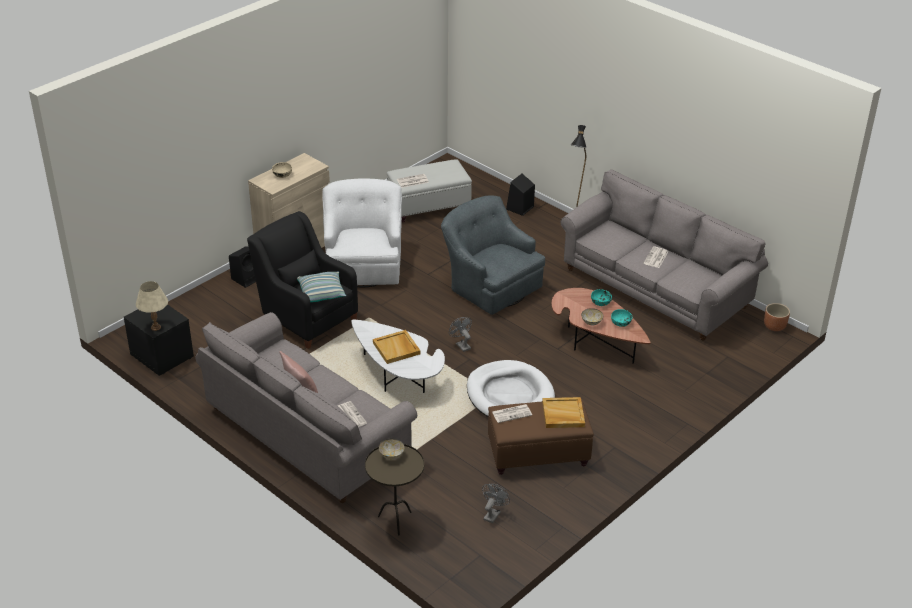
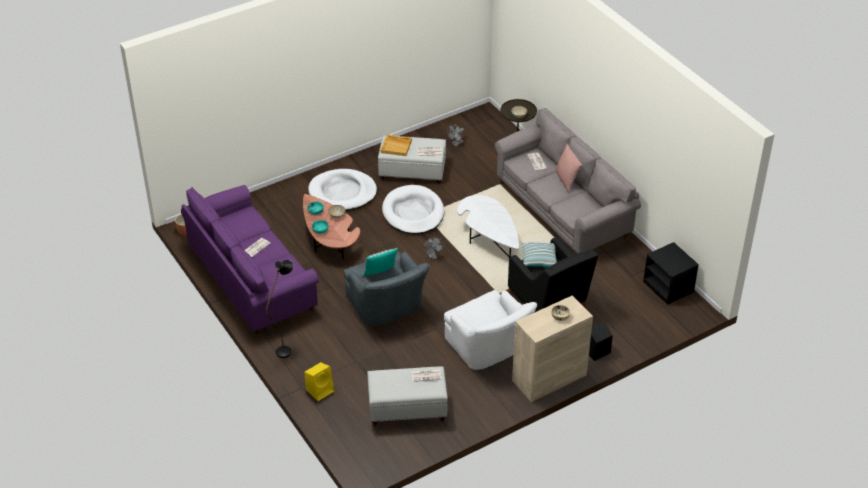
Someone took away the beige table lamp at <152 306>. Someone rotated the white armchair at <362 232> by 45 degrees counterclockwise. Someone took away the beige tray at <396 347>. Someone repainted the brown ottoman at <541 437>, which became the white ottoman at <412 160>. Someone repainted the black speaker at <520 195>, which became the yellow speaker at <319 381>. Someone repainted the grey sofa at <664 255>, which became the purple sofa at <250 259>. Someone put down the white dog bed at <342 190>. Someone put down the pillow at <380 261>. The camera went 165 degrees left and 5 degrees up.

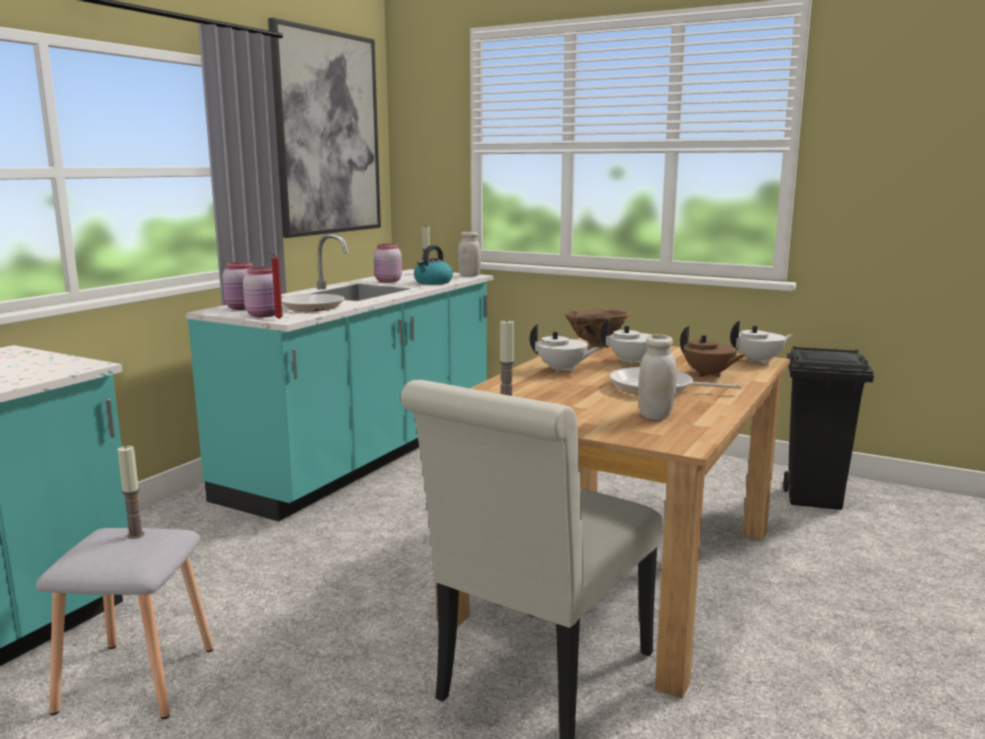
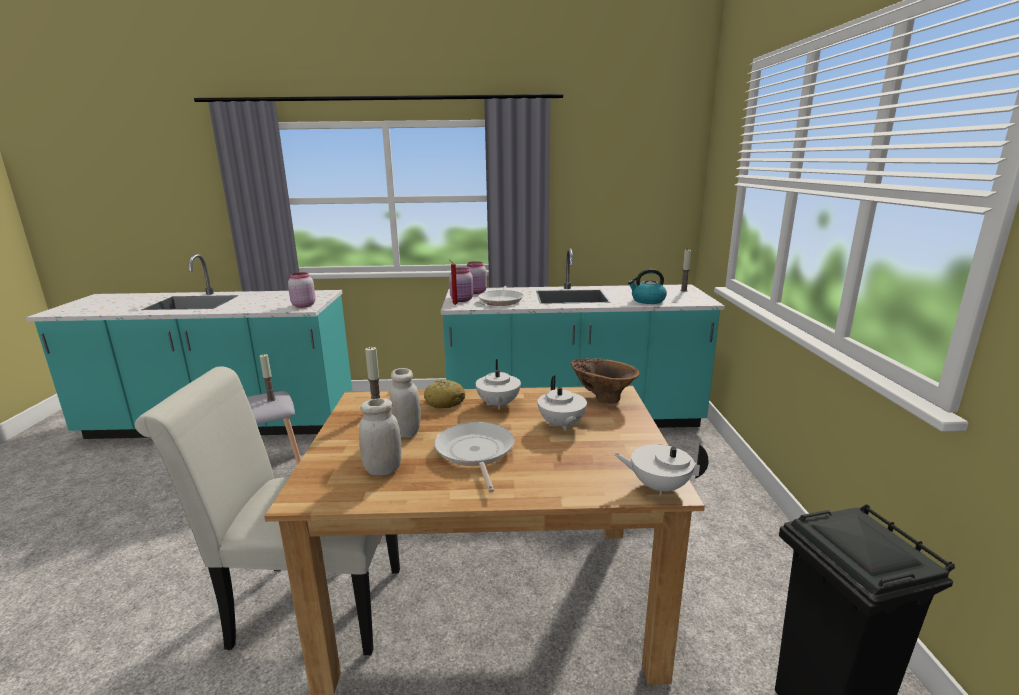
Someone took away the picture at <324 128>. Someone carried the pink jar from <388 263> to <302 290>. Someone carried the white jar from <469 254> to <405 403>. Someone took away the brown teapot at <713 351>. Someone rotated the white teapot at <762 342> by 150 degrees clockwise. Someone put down the bread at <444 394>. The camera went 60 degrees right and 5 degrees up.

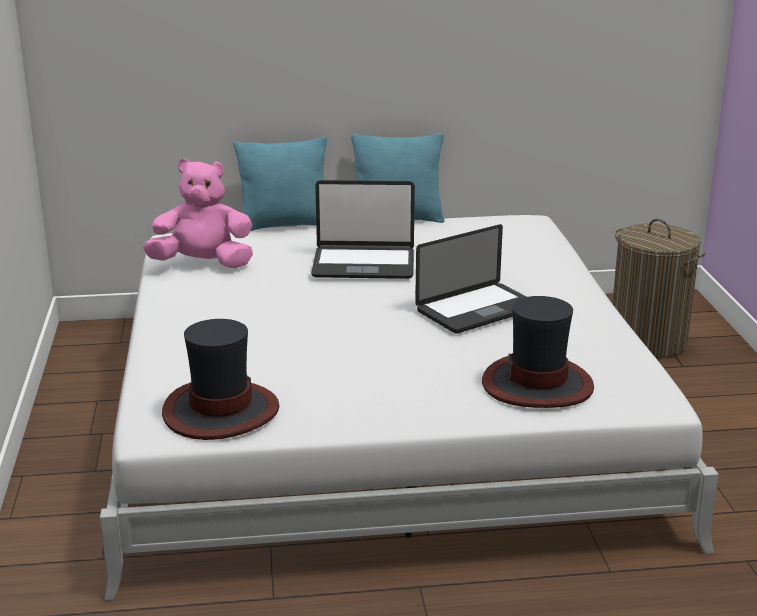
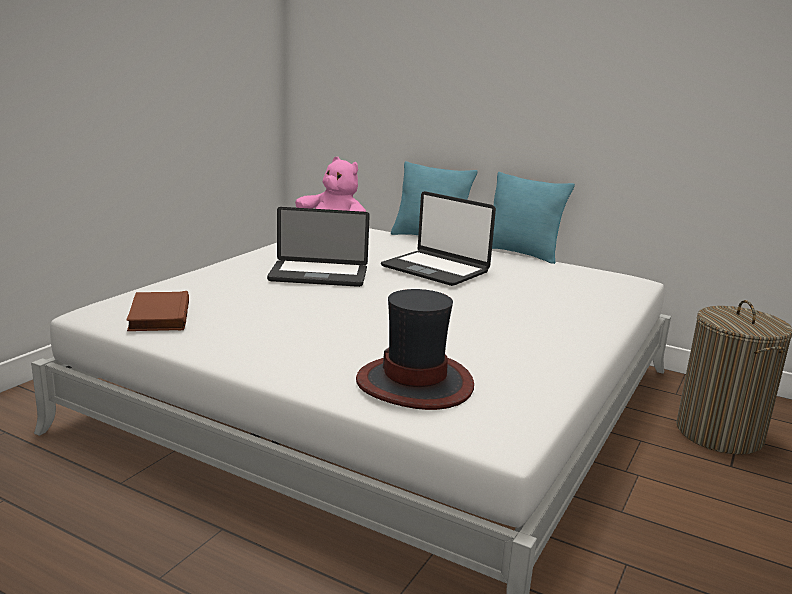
Someone swapped the hat at <221 379> for the brown book at <157 311>. Someone carried the laptop from <471 279> to <318 247>. The camera went 35 degrees right and 5 degrees down.

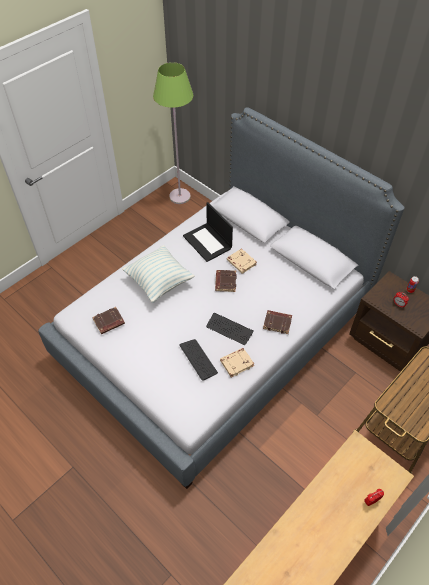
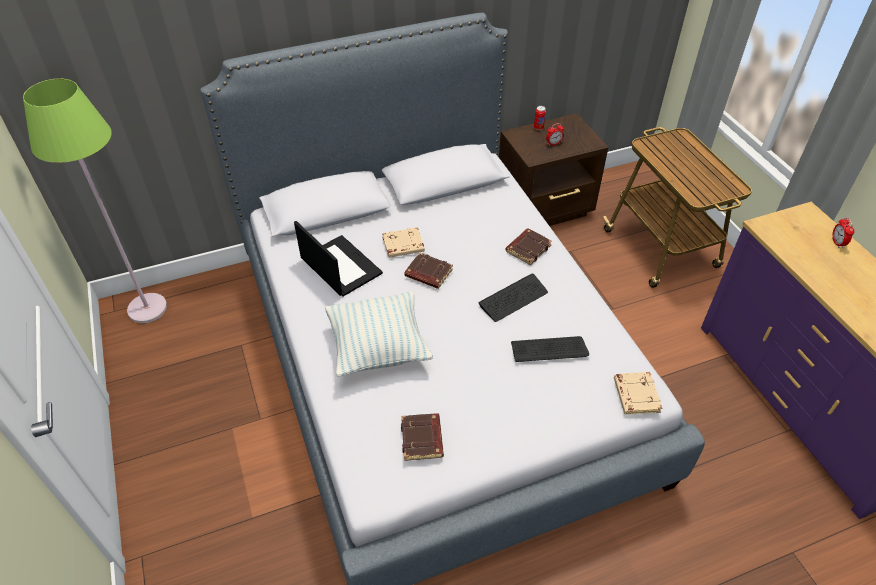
Someone rotated the laptop at <208 232> by 120 degrees counterclockwise. Someone carried the beige book from <237 362> to <638 393>. The camera went 65 degrees left and 5 degrees down.

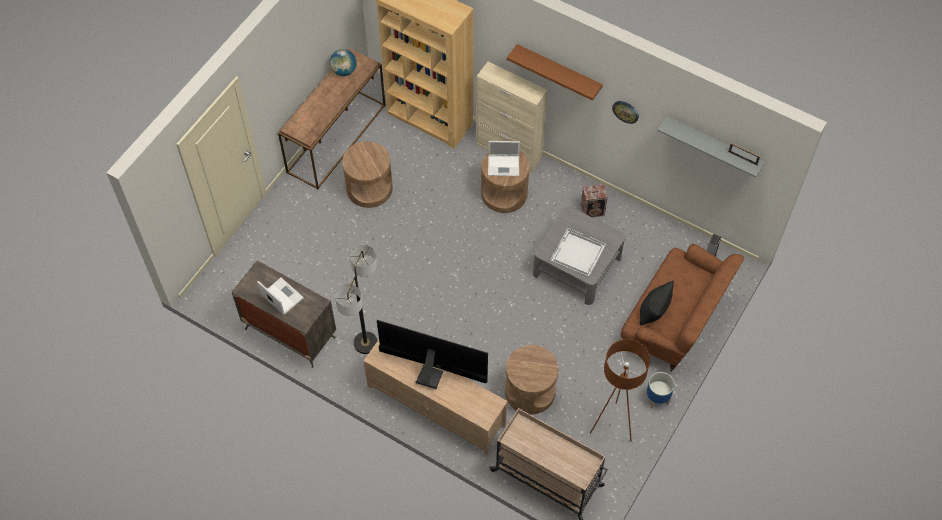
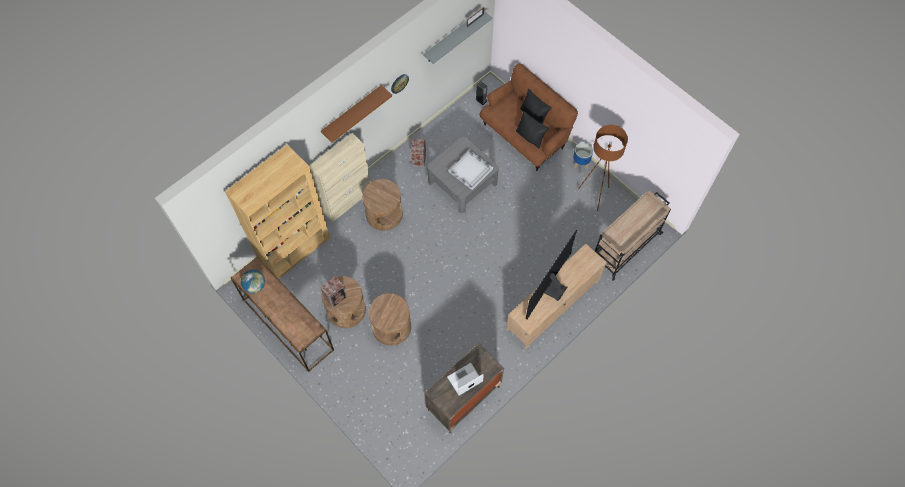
Someone took away the floor lamp at <356 299>. Someone took away the laptop at <504 158>. Someone carried the brown side table from <532 380> to <390 319>. Someone put down the speaker at <333 292>. Someone put down the black pillow at <536 106>. The camera went 75 degrees left and 5 degrees up.

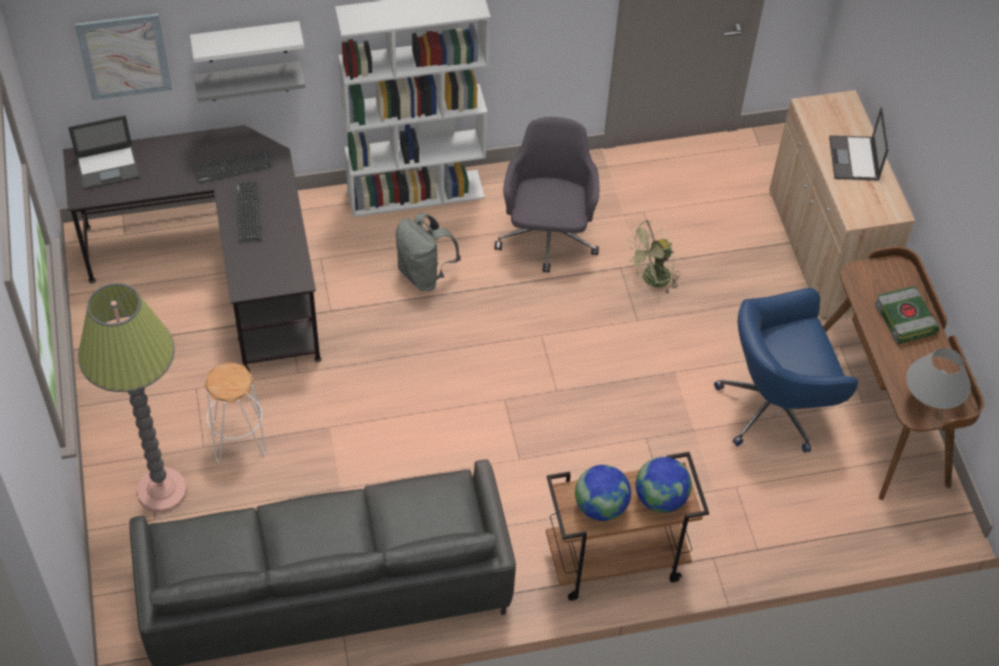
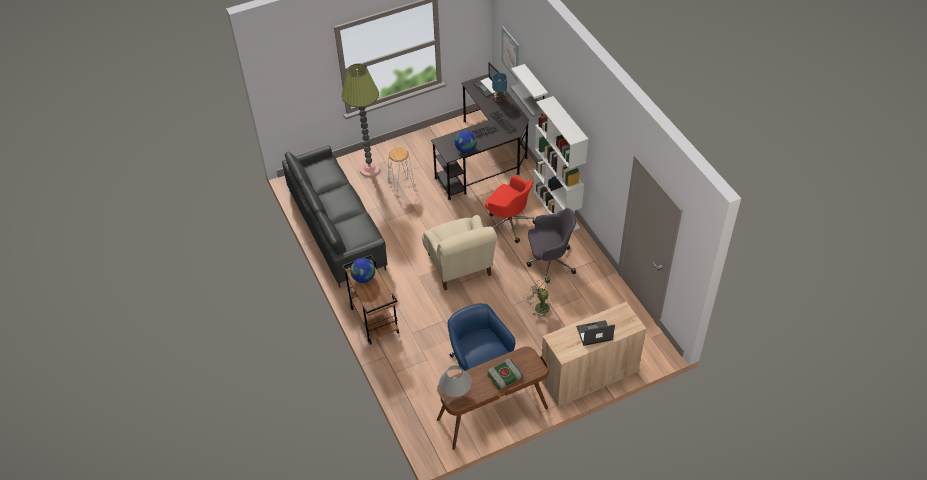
Someone swapped the grey backpack at <428 252> for the red office chair at <510 209>. Someone carried the globe from <664 485> to <466 142>. Someone put down the beige armchair at <459 252>. Someone put down the table lamp at <499 88>. The camera went 80 degrees right and 5 degrees down.

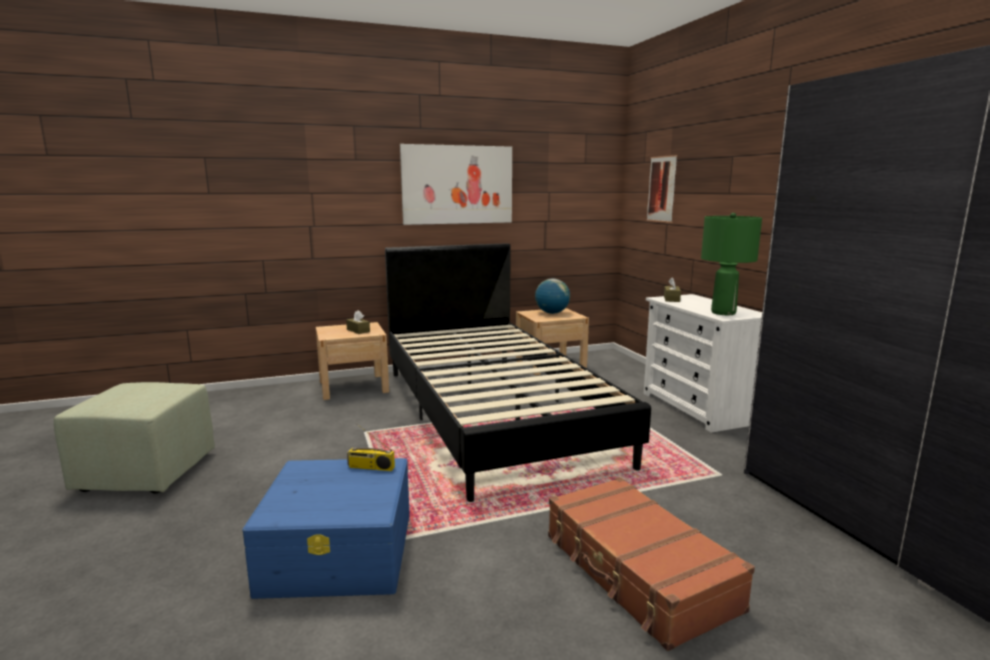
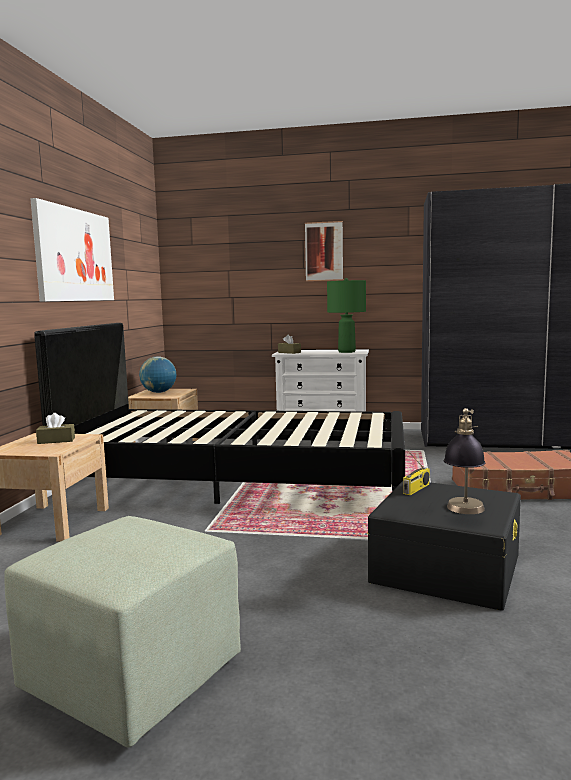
Someone repainted the blue storage box at <326 528>, which became the black storage box at <444 546>. Someone carried the picture from <662 189> to <324 251>. Someone put down the table lamp at <464 461>. The camera went 60 degrees left and 5 degrees down.

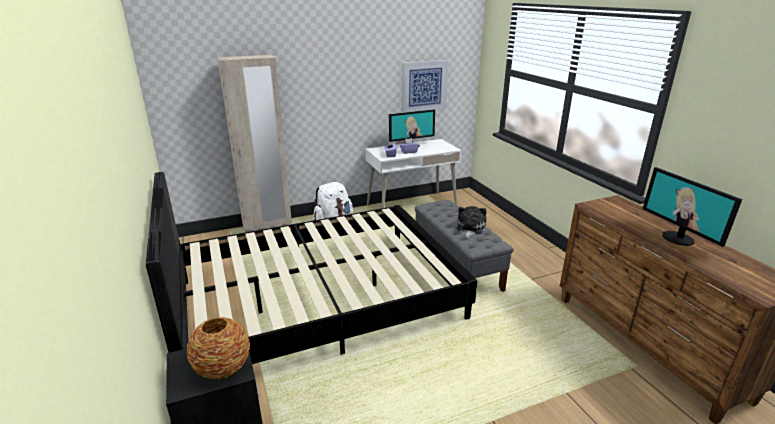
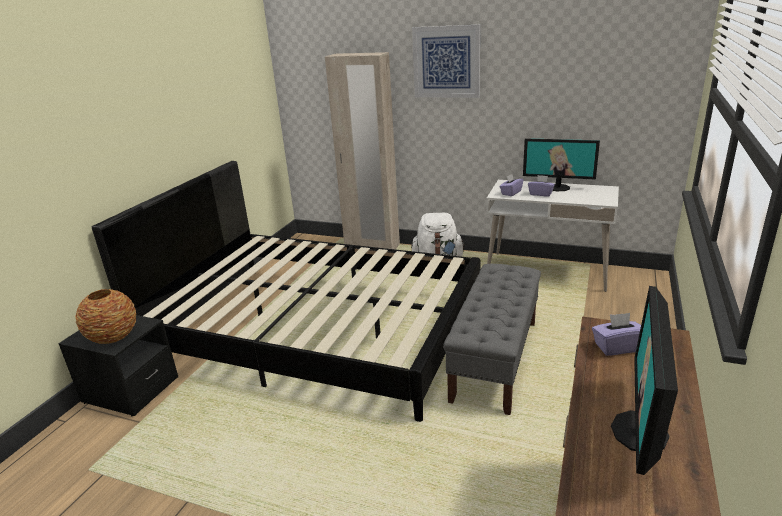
Someone carried the picture from <425 86> to <446 61>. Someone took away the plush toy at <472 222>. Someone put down the purple tissue box at <616 334>. The camera went 45 degrees right and 0 degrees up.

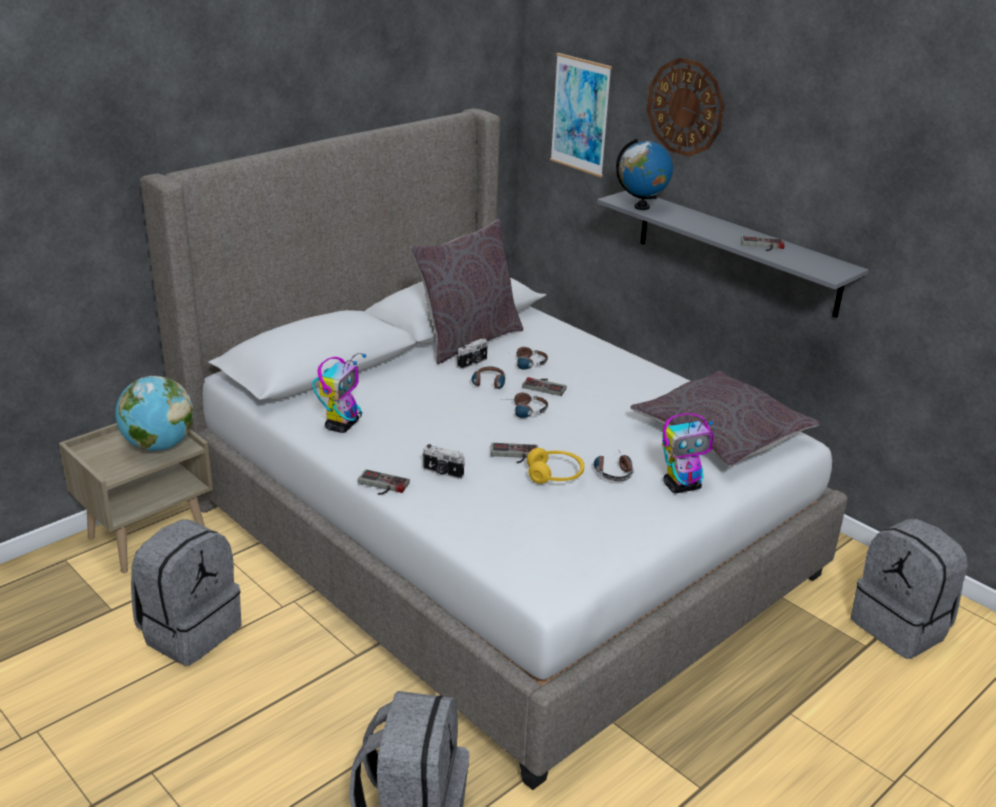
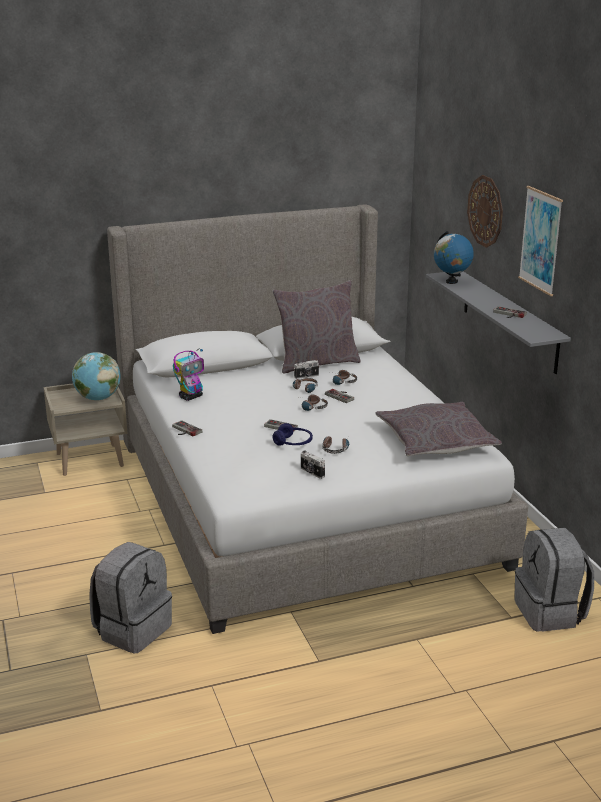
Someone took away the grey backpack at <186 592>. Someone carried the photo camera from <444 461> to <313 464>. Someone repainted the yellow headphones at <555 466>, which became the blue headphones at <293 434>. Someone carried the picture from <581 115> to <540 241>. Someone took away the toy robot at <688 453>. The camera went 25 degrees right and 5 degrees down.

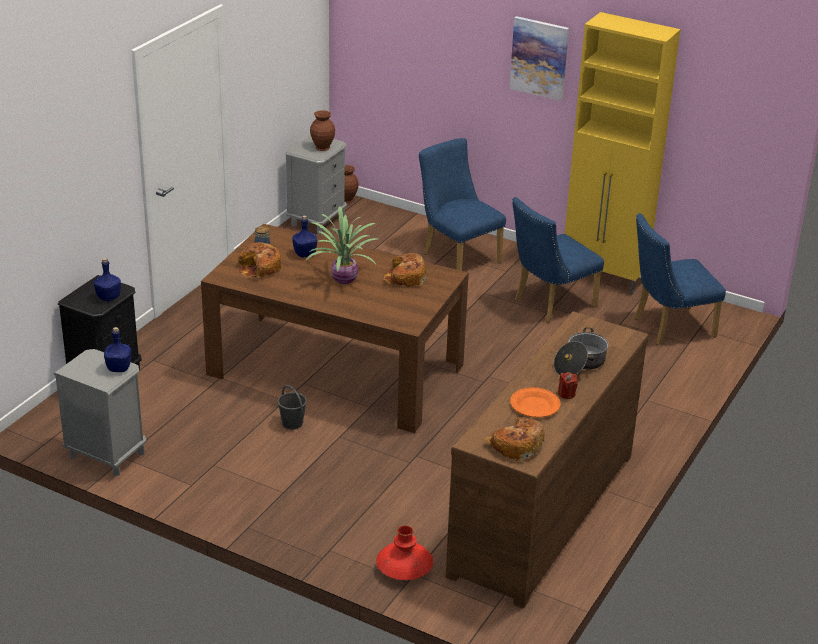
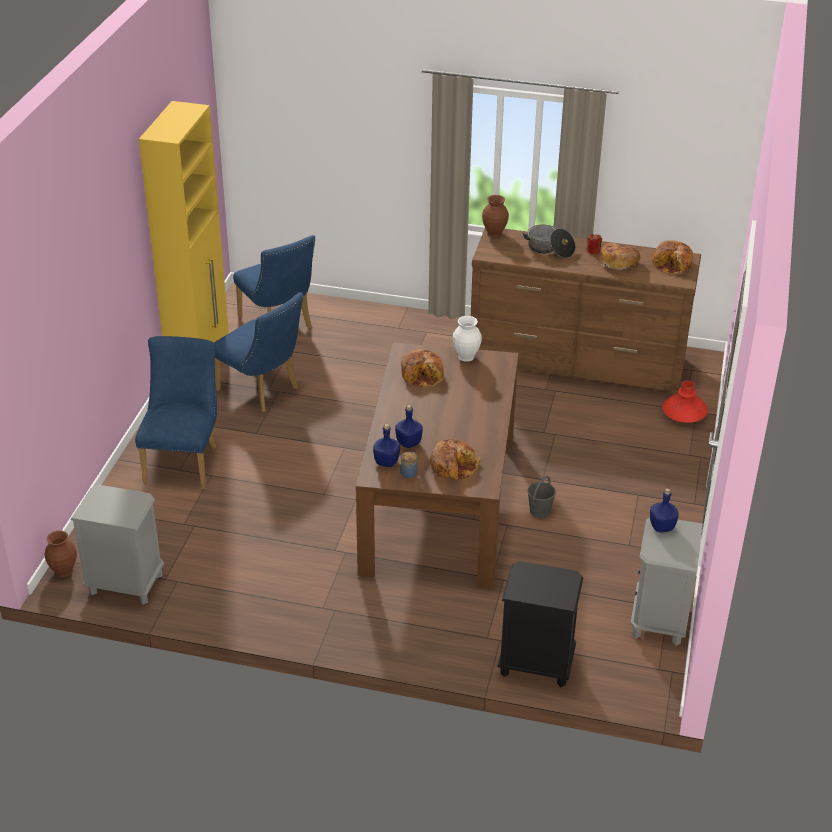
Someone carried the blue bottle from <107 280> to <386 445>. Someone took away the potted plant at <341 245>. Someone carried the brown vase from <322 130> to <495 216>. Someone rotated the blue chair at <462 204> by 150 degrees clockwise. Someone took away the picture at <539 58>. Someone swapped the orange plate at <535 402> for the bread at <620 256>. Someone put down the white vase at <467 339>. The camera went 105 degrees left and 5 degrees up.

